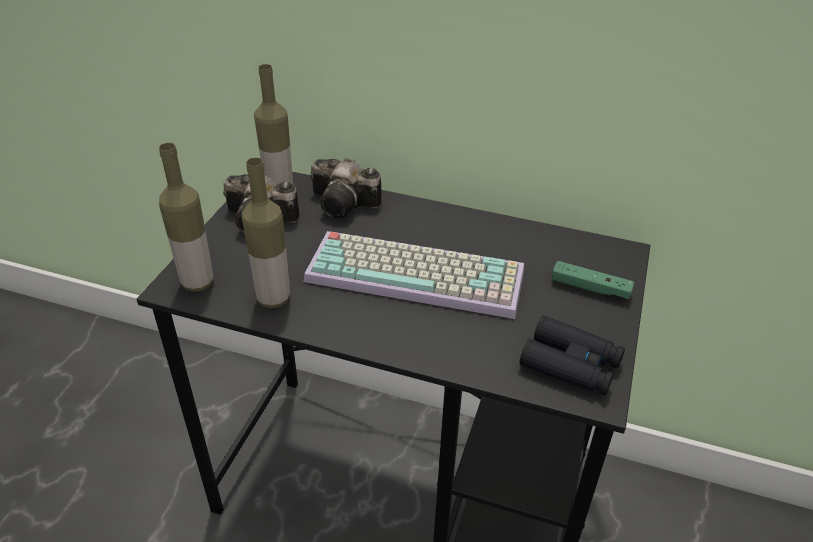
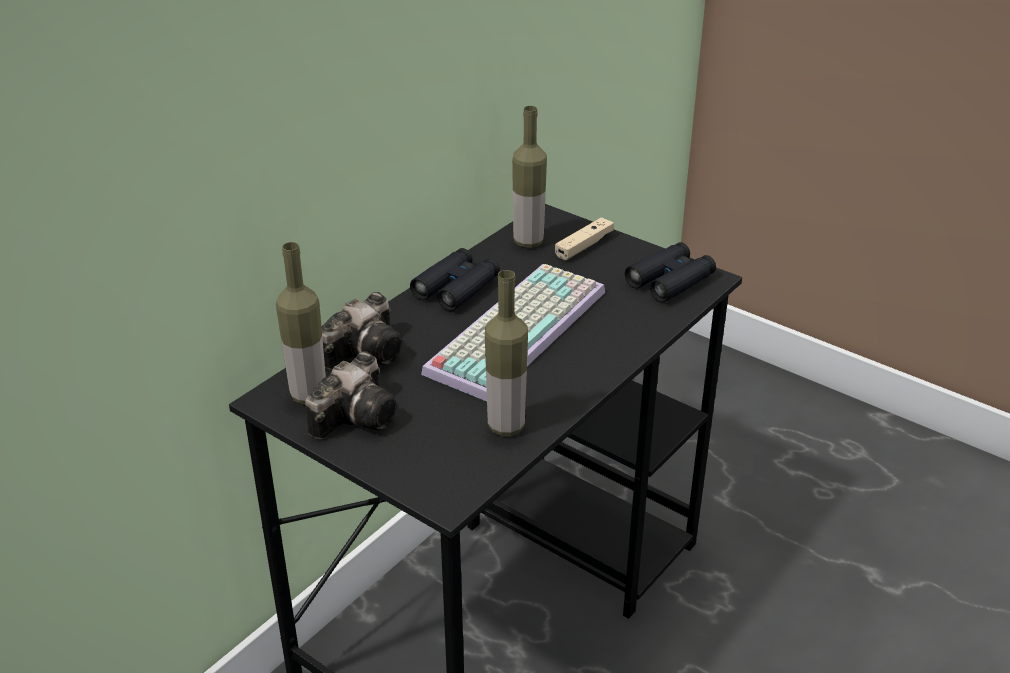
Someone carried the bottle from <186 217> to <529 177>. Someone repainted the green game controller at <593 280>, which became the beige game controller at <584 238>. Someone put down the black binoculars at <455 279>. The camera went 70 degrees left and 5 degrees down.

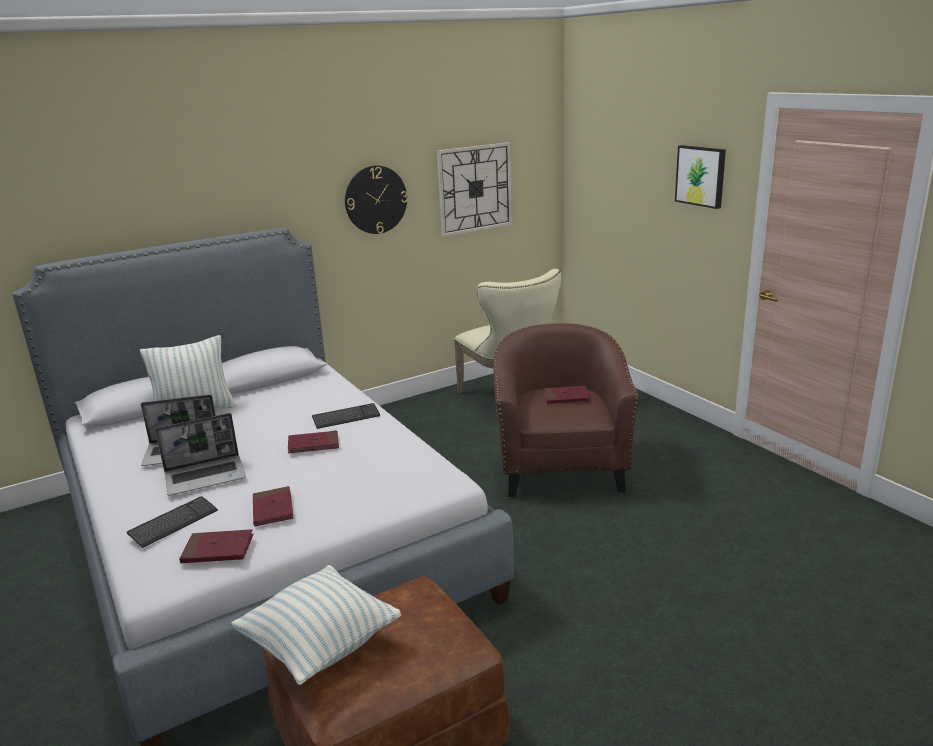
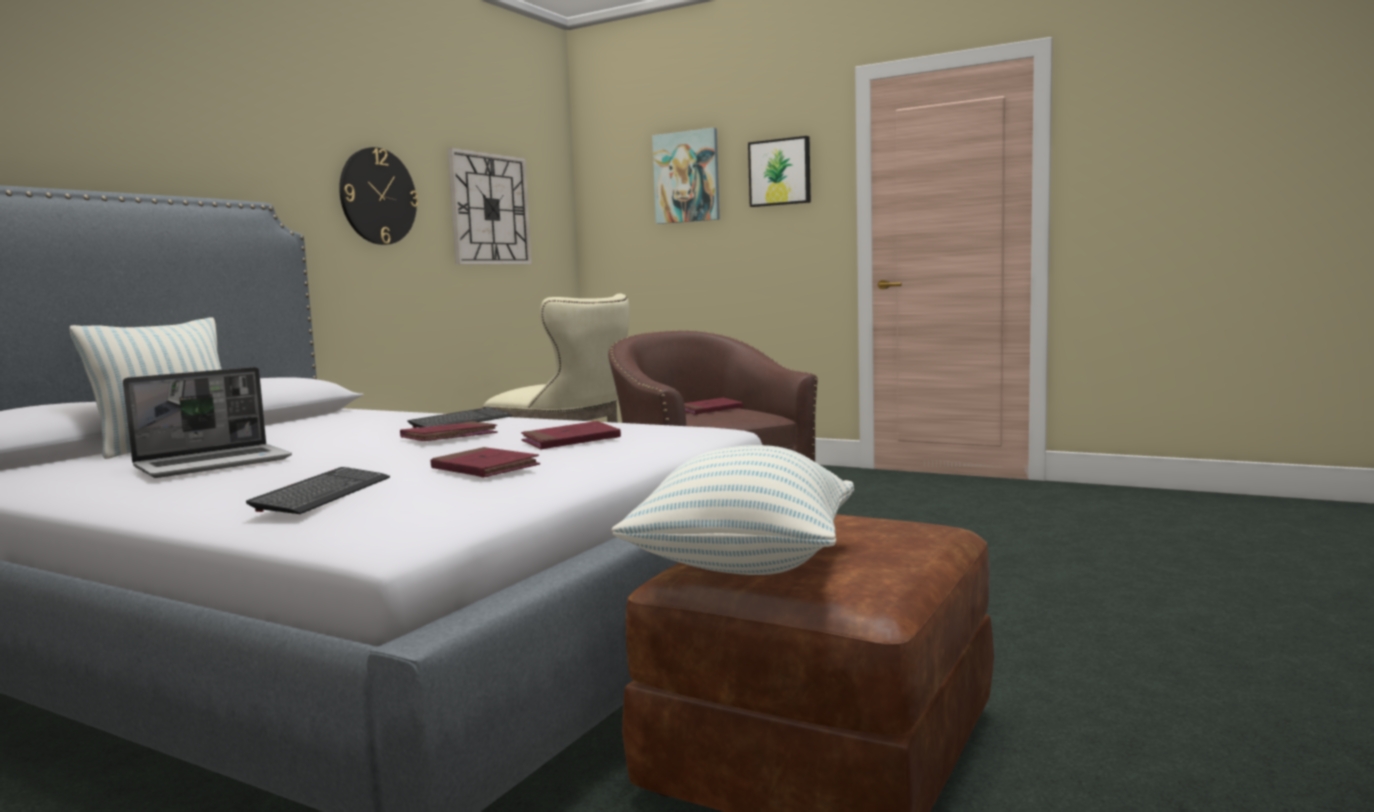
Someone took away the laptop at <200 454>. Someone carried the red book from <216 546> to <571 435>. Someone put up the picture at <686 176>. The camera went 30 degrees left and 15 degrees down.

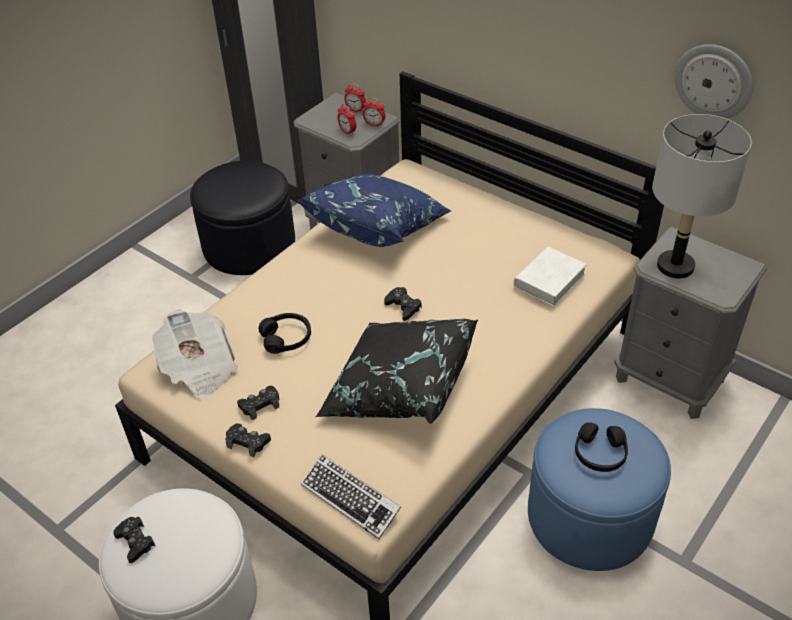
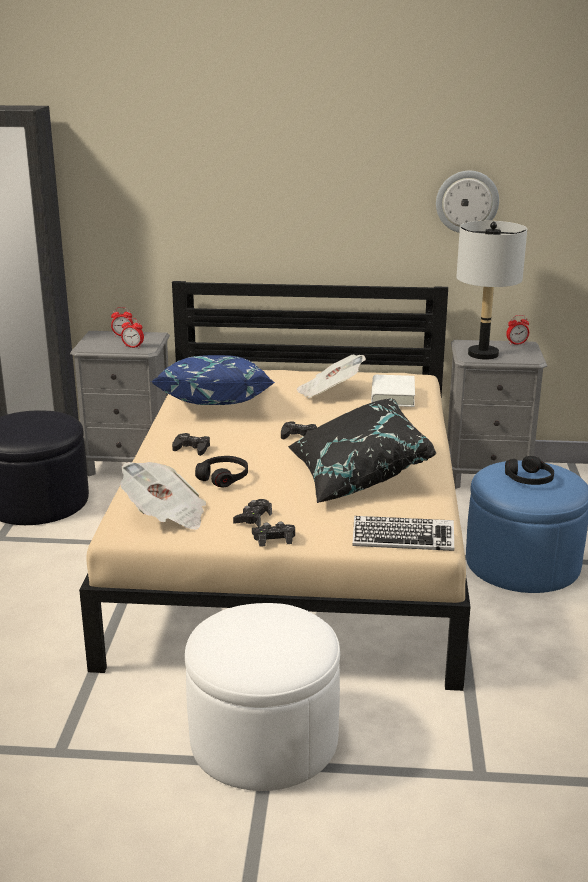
Someone carried the black game controller from <134 540> to <191 444>. Someone carried the alarm clock from <374 112> to <517 330>. Someone put down the newspaper at <331 376>. The camera went 35 degrees left and 20 degrees down.

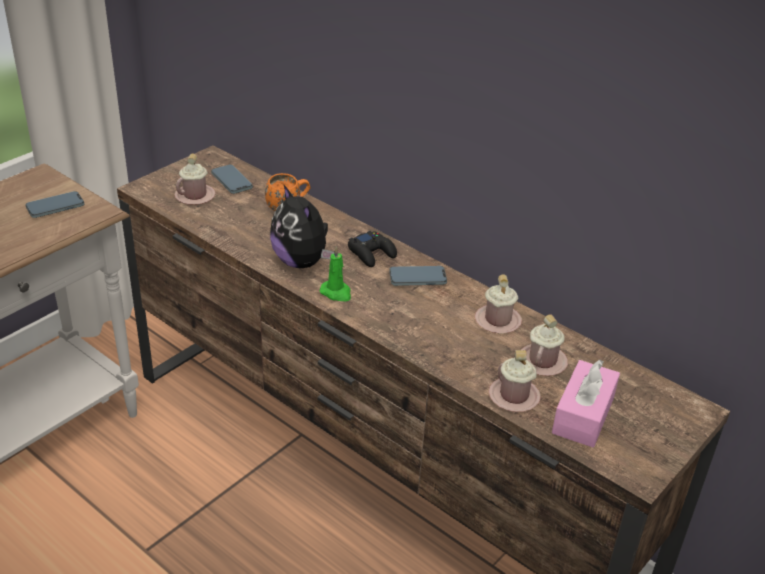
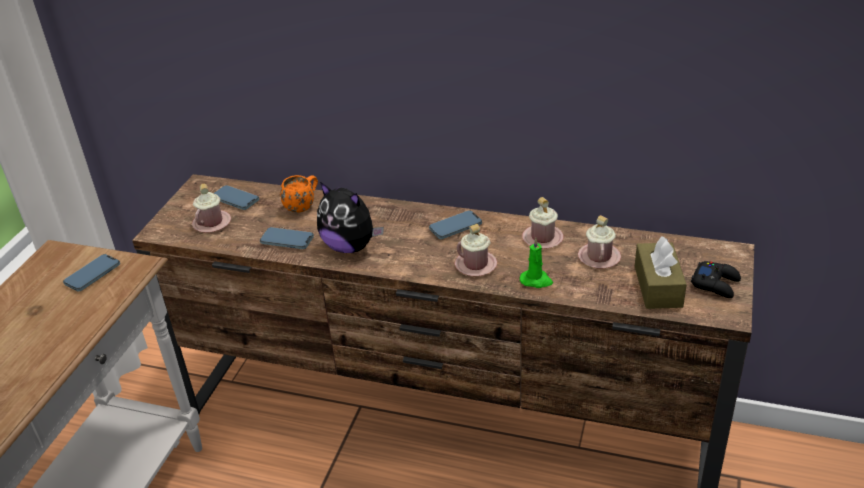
Someone carried the green candle from <335 273> to <536 263>. Someone carried the black game controller from <372 249> to <716 279>. Someone carried the pink mug from <515 381> to <476 250>. Someone repainted the pink tissue box at <586 403>, which became the brown tissue box at <661 272>. Someone put down the phone at <287 238>. The camera went 20 degrees left and 0 degrees up.

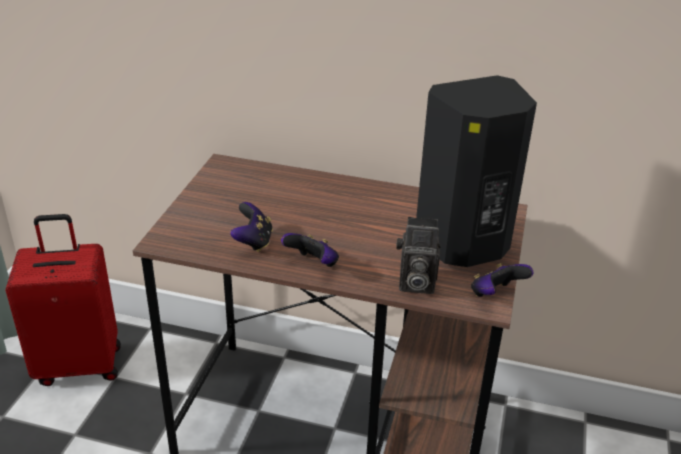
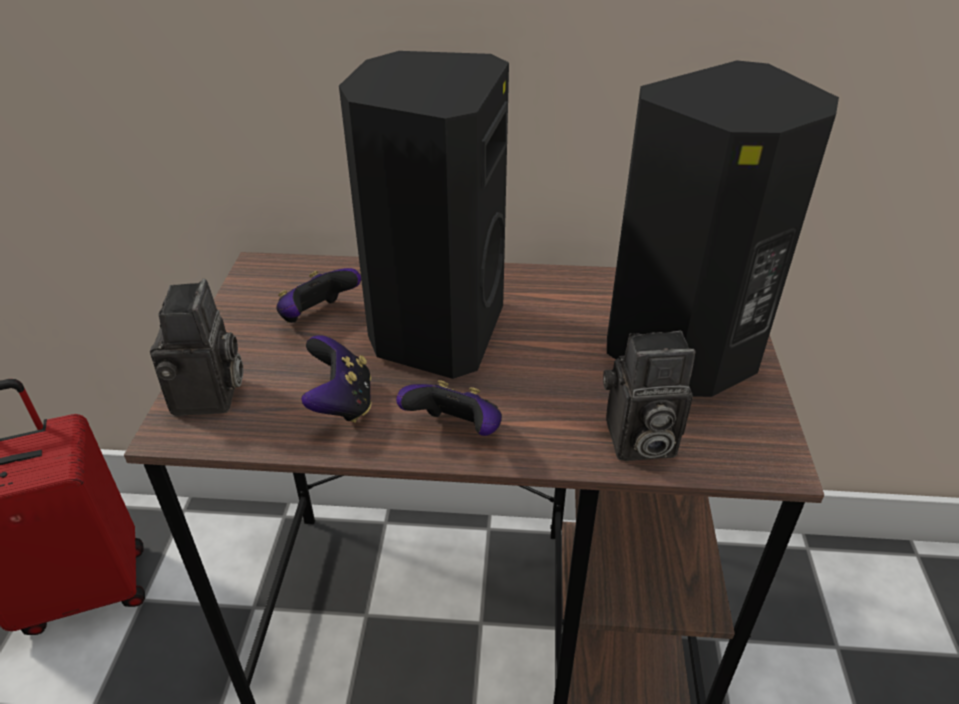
Someone carried the game controller from <502 280> to <318 295>. Someone put down the photo camera at <196 347>. Someone put down the black speaker at <424 215>. The camera went 10 degrees left and 5 degrees up.

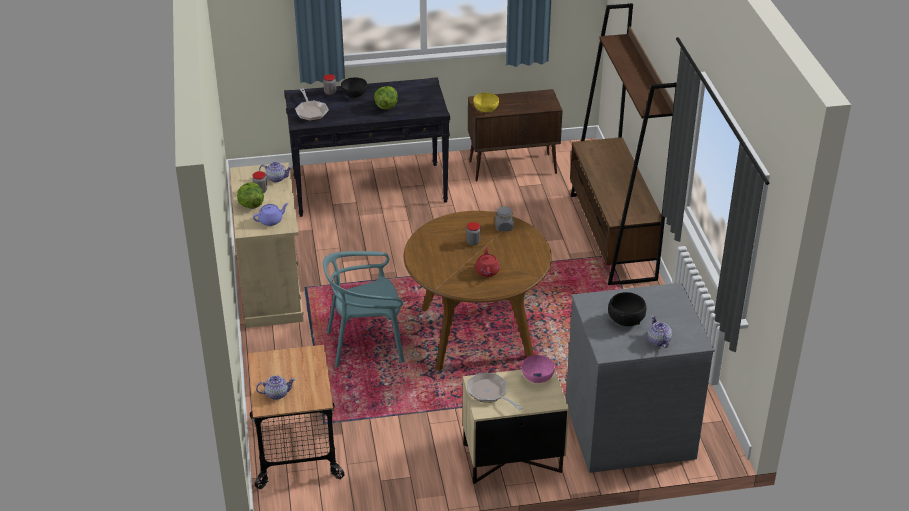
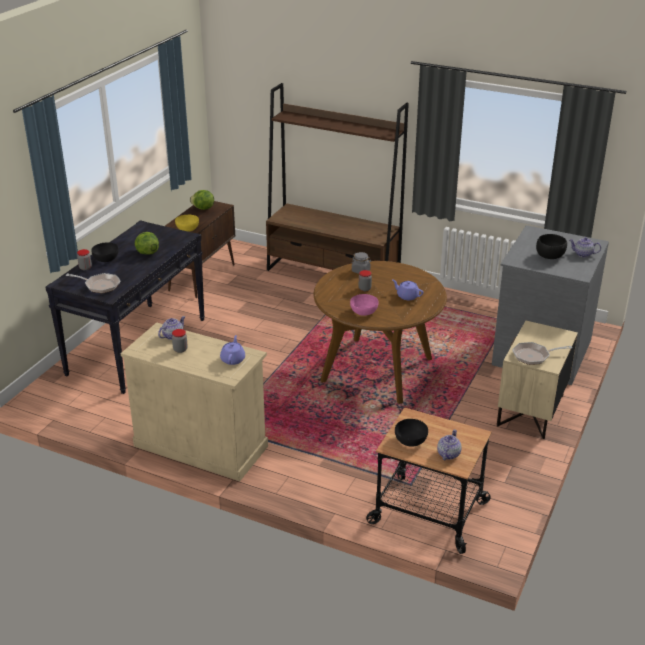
Someone carried the lettuce from <250 195> to <202 200>. Someone took away the turquoise chair at <364 309>. Someone repainted the red teapot at <487 262>, which became the purple teapot at <407 290>. Someone carried the pink bowl from <538 369> to <364 305>. Someone put down the black bowl at <411 433>. The camera went 55 degrees left and 5 degrees down.

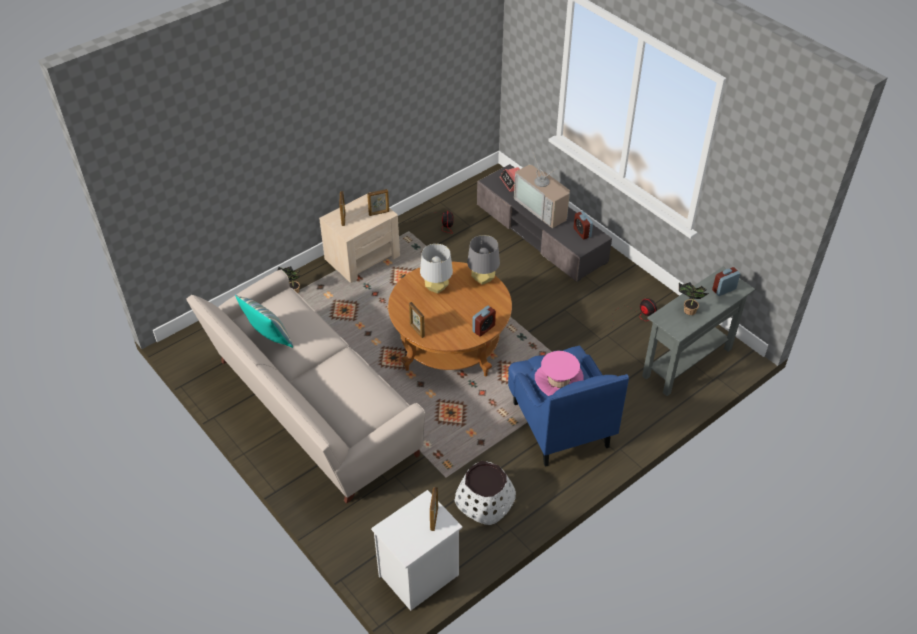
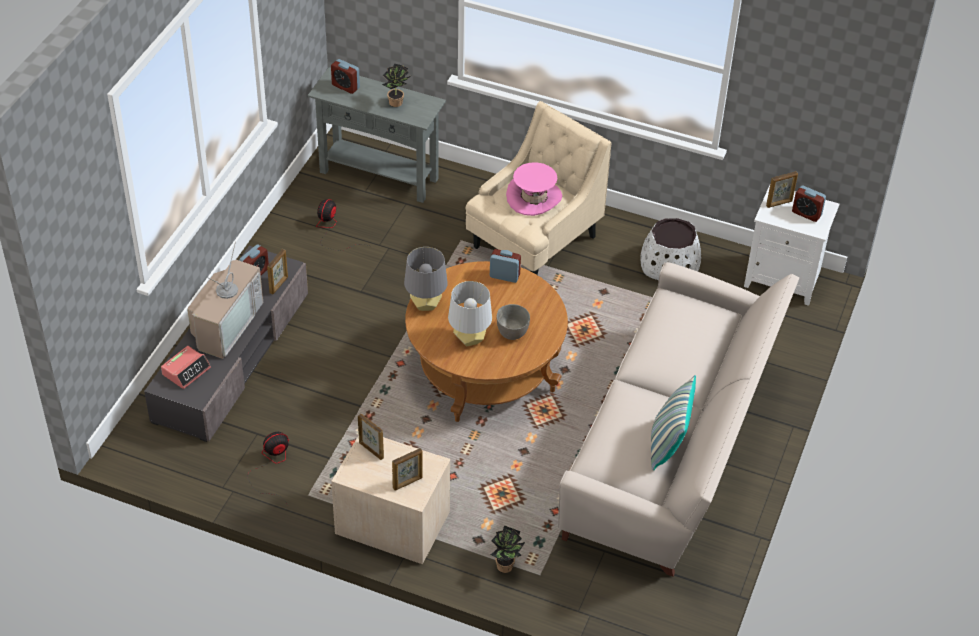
Someone carried the picture frame from <417 320> to <277 272>. Someone repainted the blue armchair at <568 406>, which became the beige armchair at <539 188>. Someone put down the grey bowl at <513 322>. Someone put down the alarm clock at <809 203>. The camera went 120 degrees left and 0 degrees up.

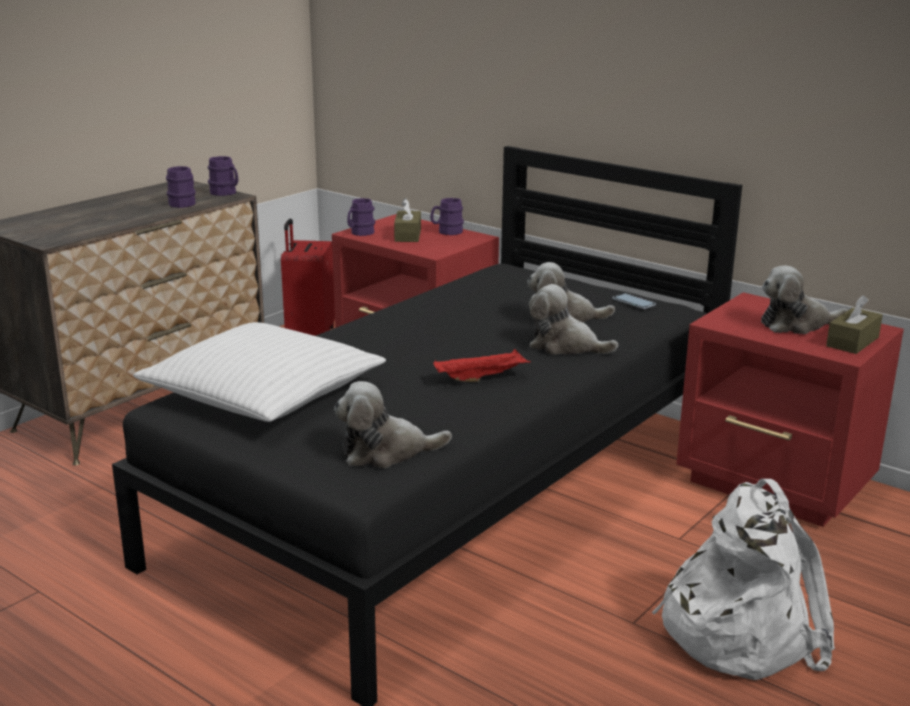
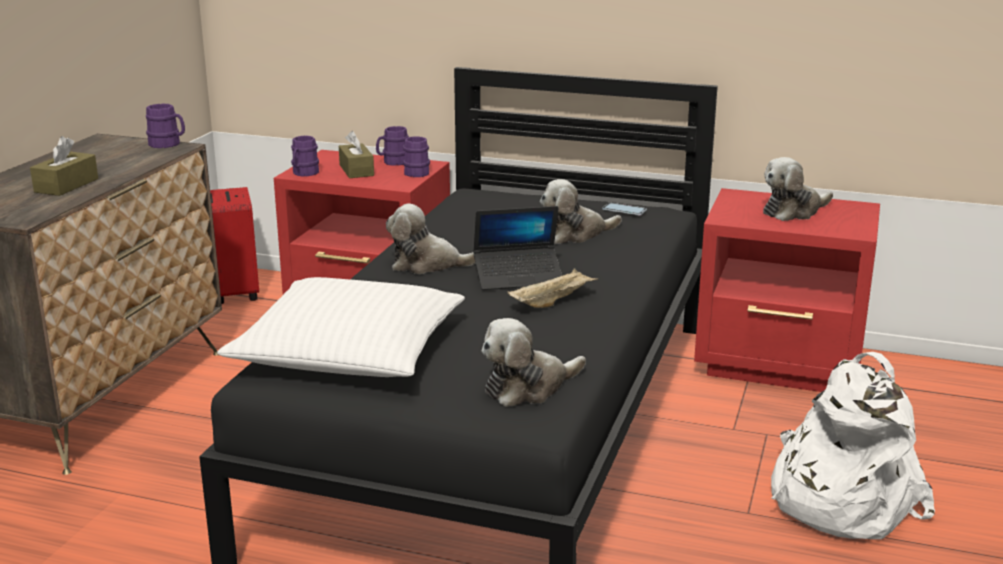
Someone carried the purple mug from <181 187> to <416 156>. Someone repainted the red tray at <482 365>, which became the beige tray at <553 288>. Someone carried the plush toy from <573 319> to <431 239>. Someone carried the brown tissue box from <854 324> to <64 166>. Someone put down the laptop at <517 248>. The camera went 20 degrees left and 0 degrees up.

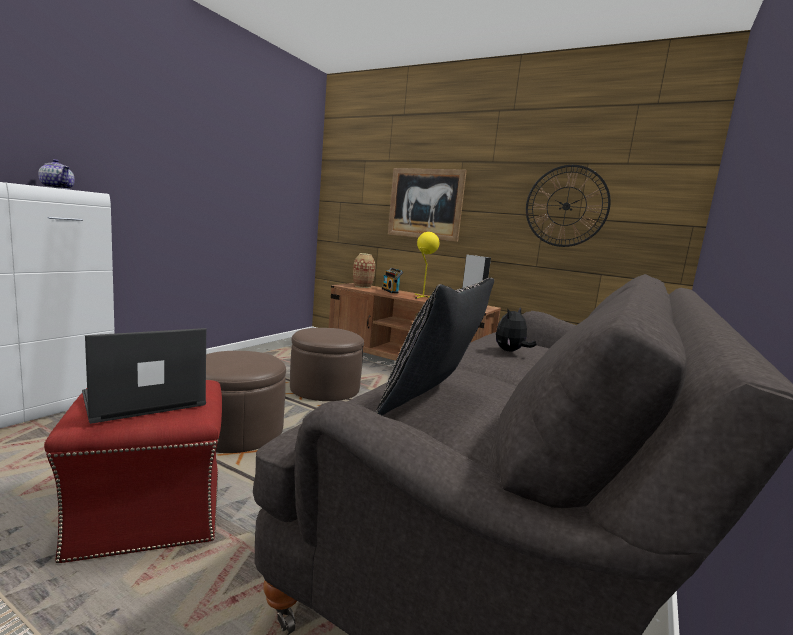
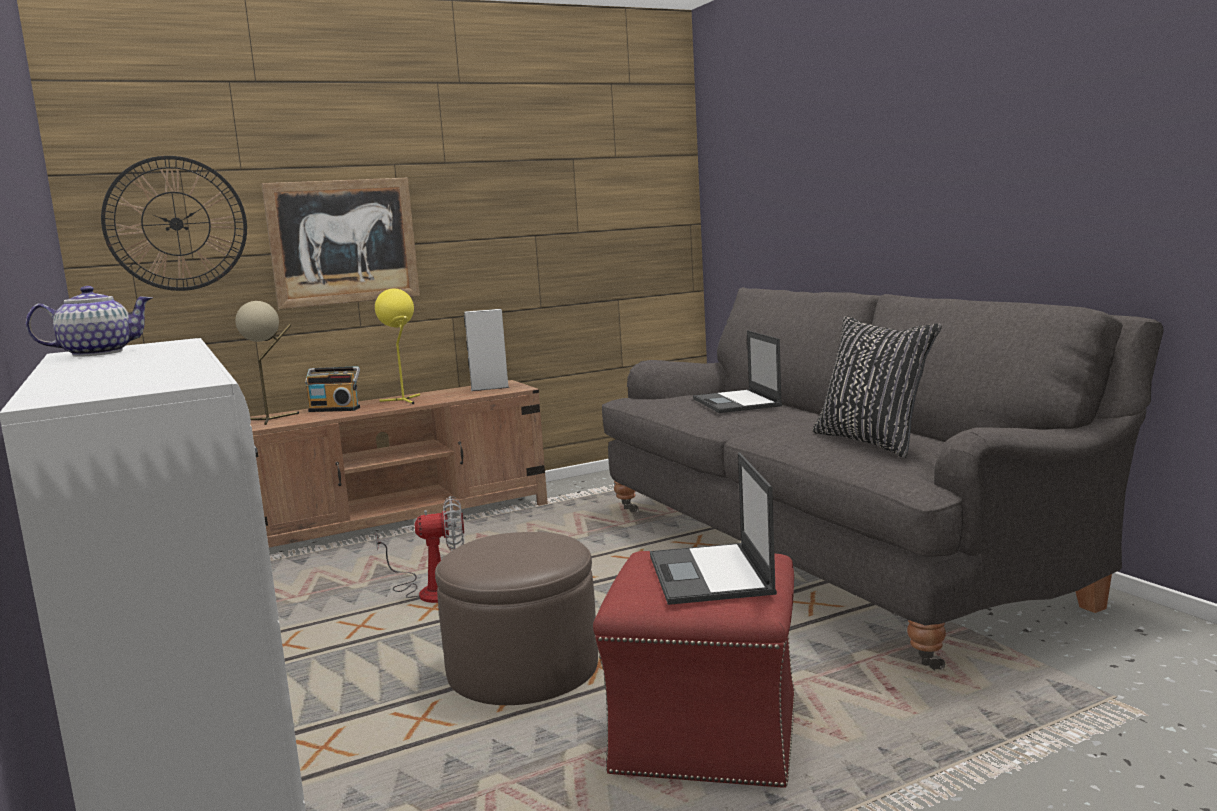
Someone swapped the brown ottoman at <327 364> for the fan at <419 549>. Someone swapped the vase at <364 270> for the beige table lamp at <267 363>. Someone swapped the plush toy at <516 329> for the laptop at <737 371>. Someone carried the wall clock from <568 206> to <174 223>. The camera went 55 degrees left and 0 degrees up.

